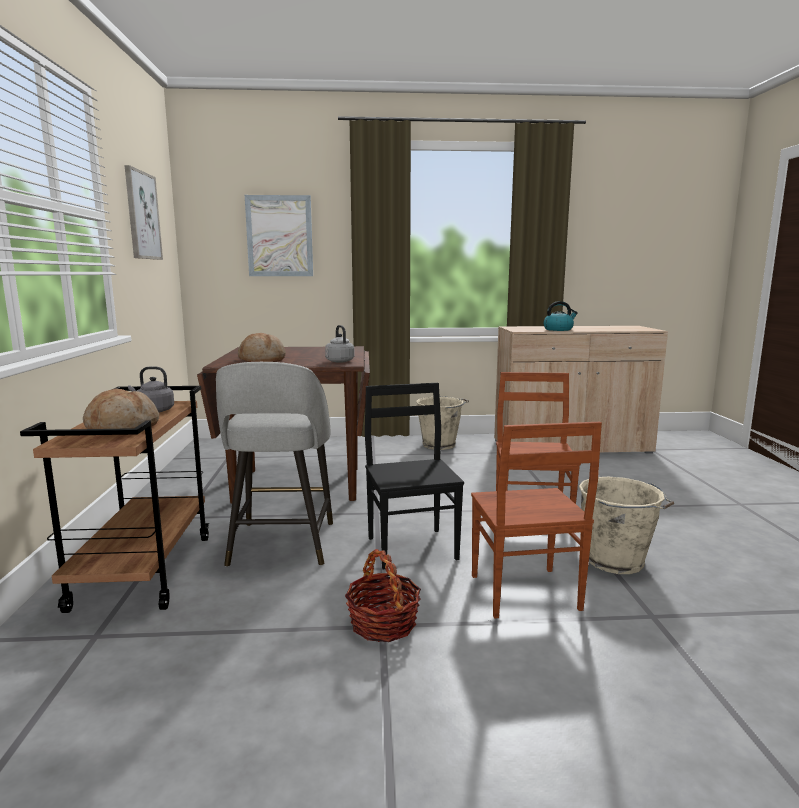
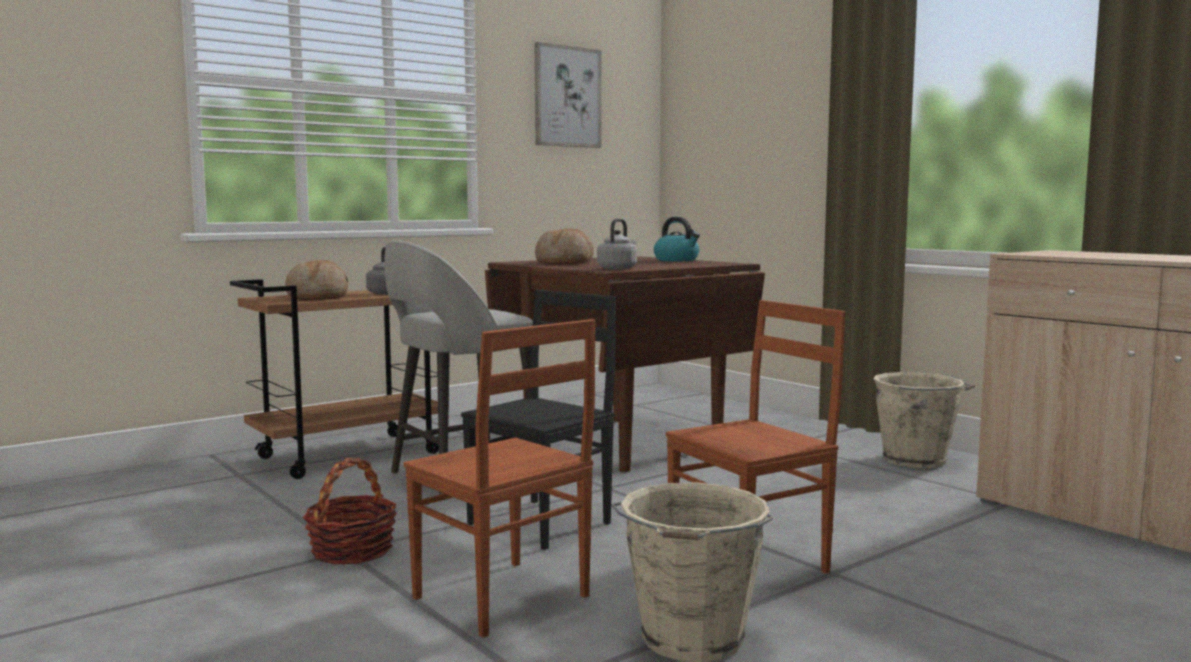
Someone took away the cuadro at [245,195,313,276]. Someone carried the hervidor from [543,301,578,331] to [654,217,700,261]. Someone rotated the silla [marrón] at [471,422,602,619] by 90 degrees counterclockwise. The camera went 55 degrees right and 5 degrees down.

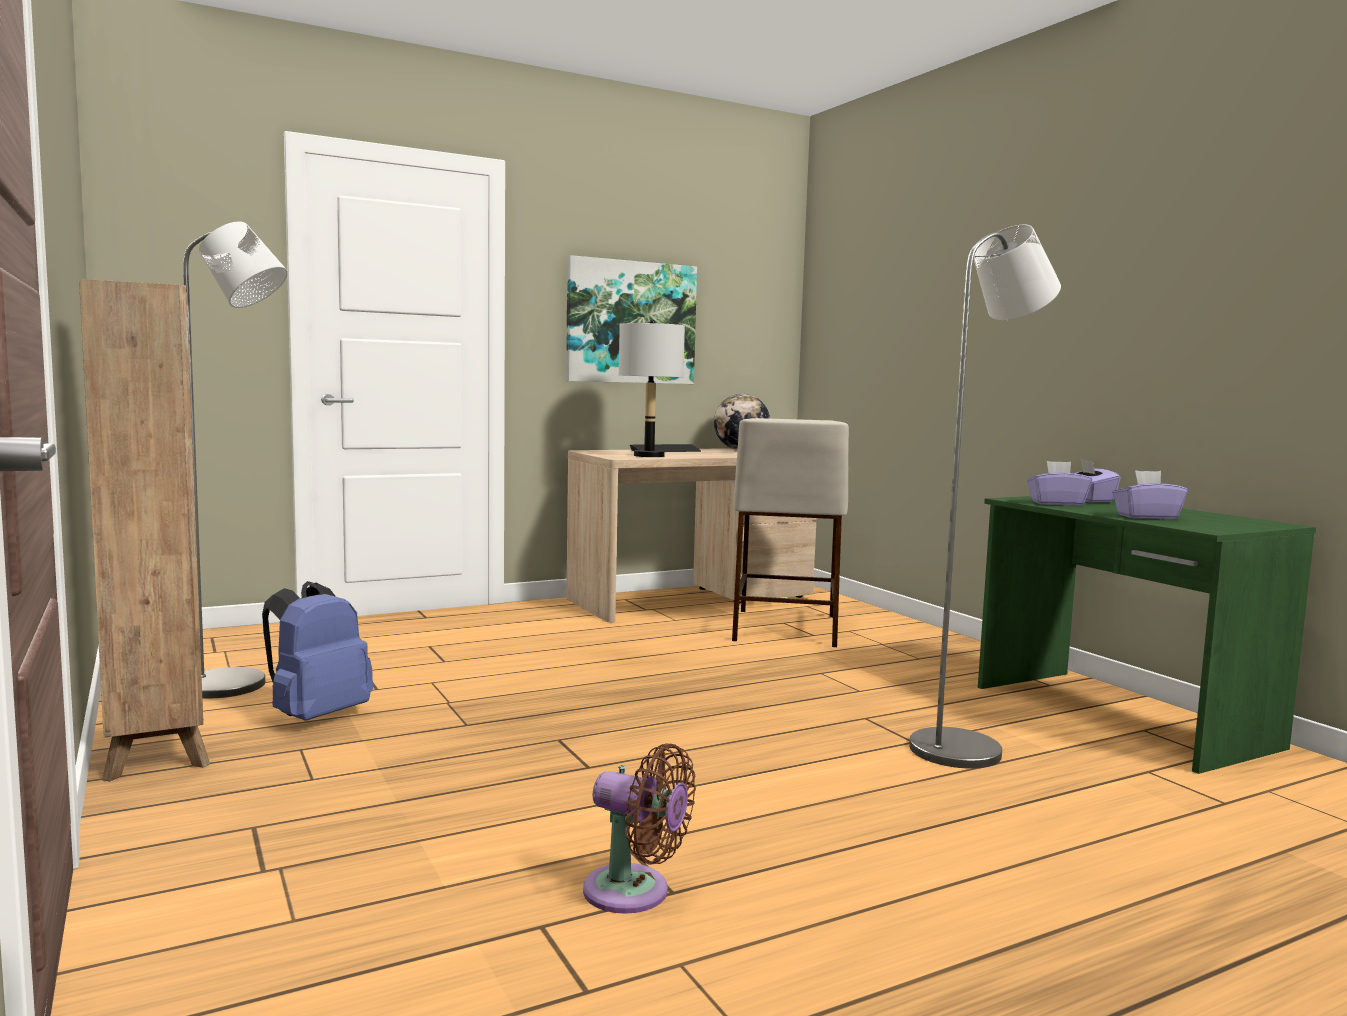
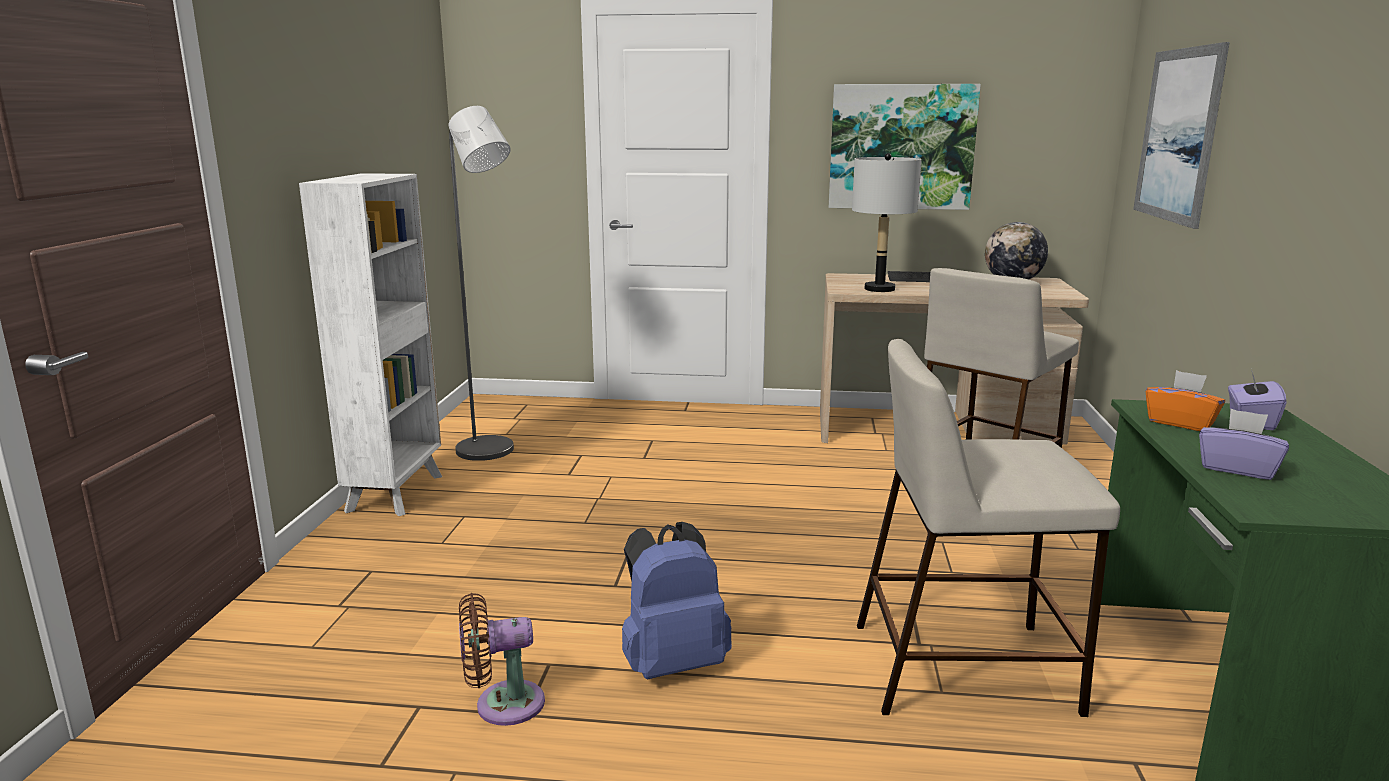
Someone put up the cuadro at [1133,42,1230,229]. Someone carried the mochila [azul] from [262,581,373,721] to [622,522,732,679]. Someone swapped the lámpara de pie [gris] at [909,225,1061,769] for the taburete [beis] at [857,339,1120,717]. Someone repainted the estantería [marrón] at [79,279,210,781], which became the estantería [blanco] at [299,173,442,516]. Someone repainted the caja de pañuelos [morado] at [1027,461,1092,506], which became the caja de pañuelos [naranja] at [1146,370,1225,431]. Someone rotated the ventilador [marrón] at [583,743,696,914] by 105 degrees clockwise. The camera went 35 degrees right and 10 degrees up.

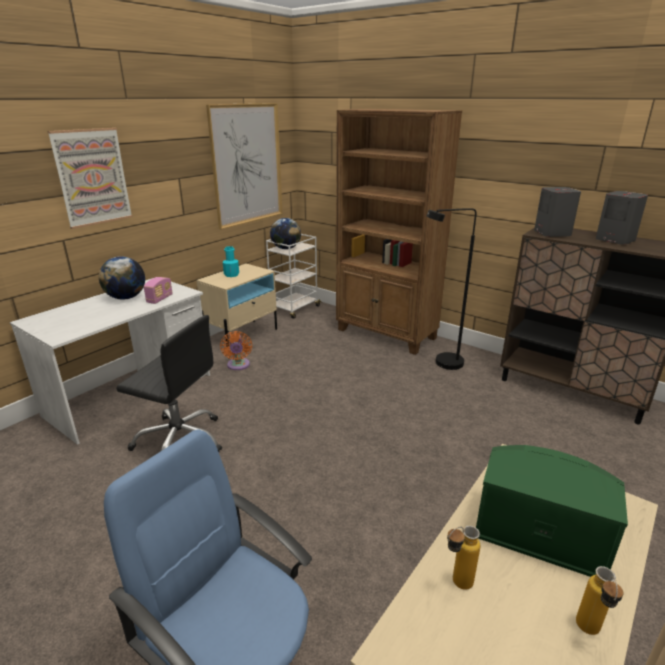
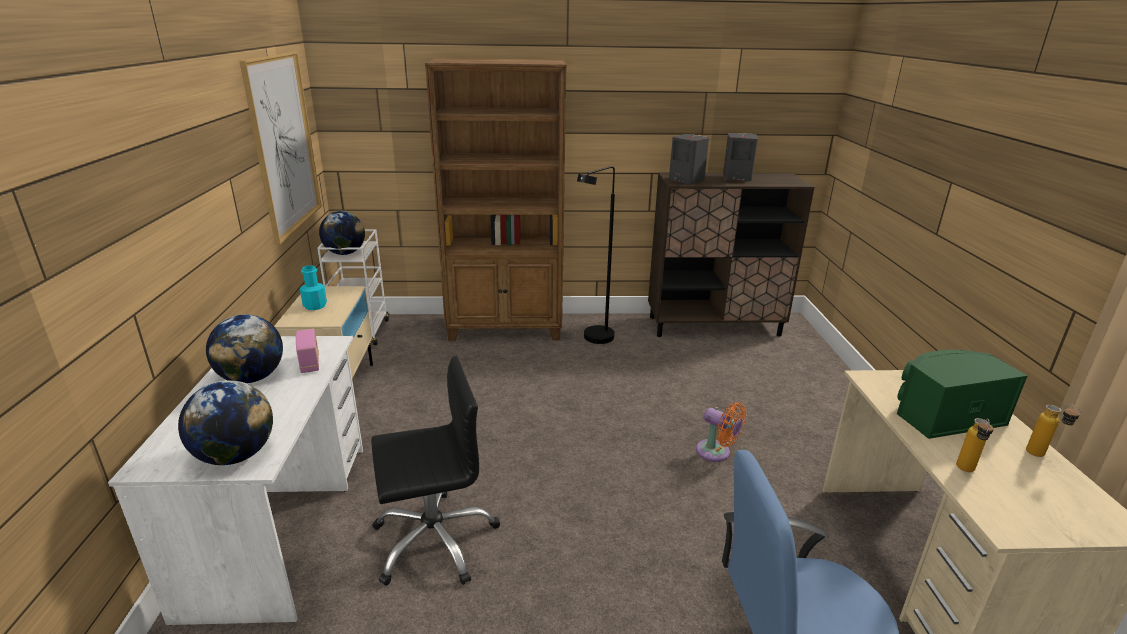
Someone took away the cuadro at [47,128,133,229]. Someone put down the globo terráqueo at [178,380,273,465]. Someone carried the ventilador [naranja] from [220,331,252,370] to [696,403,747,462]. The camera went 40 degrees left and 0 degrees up.

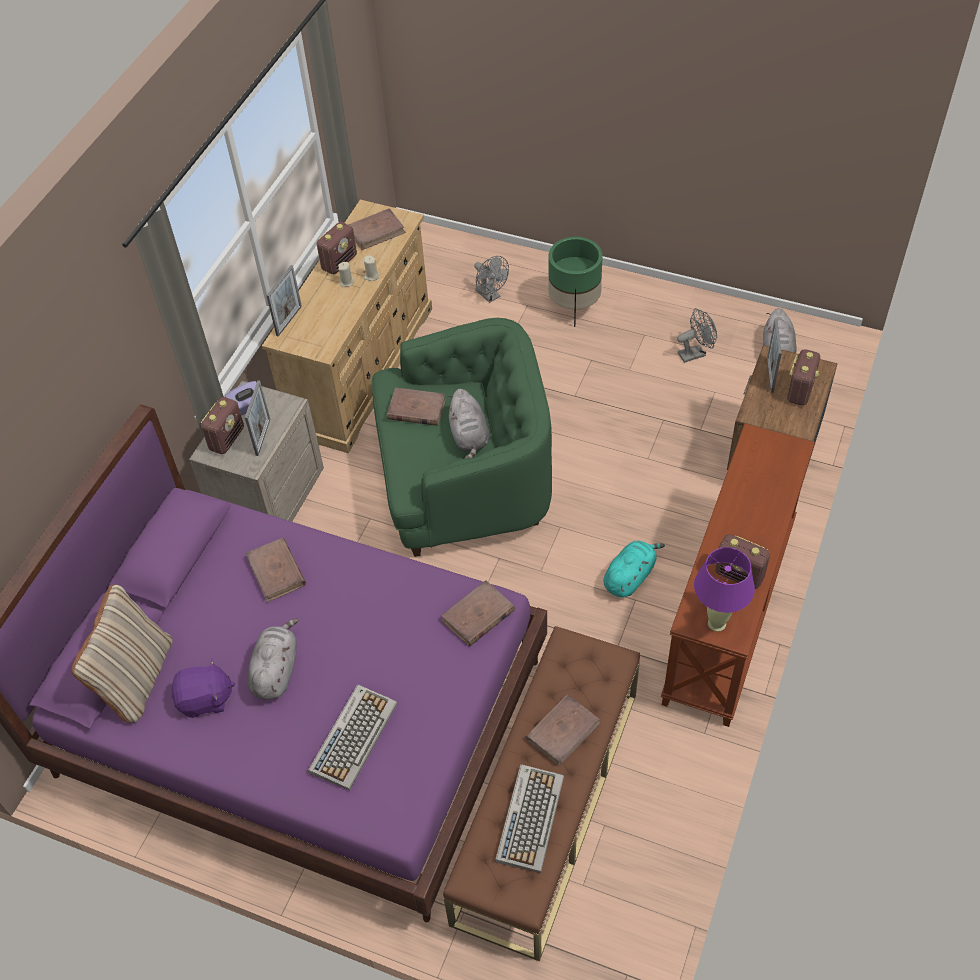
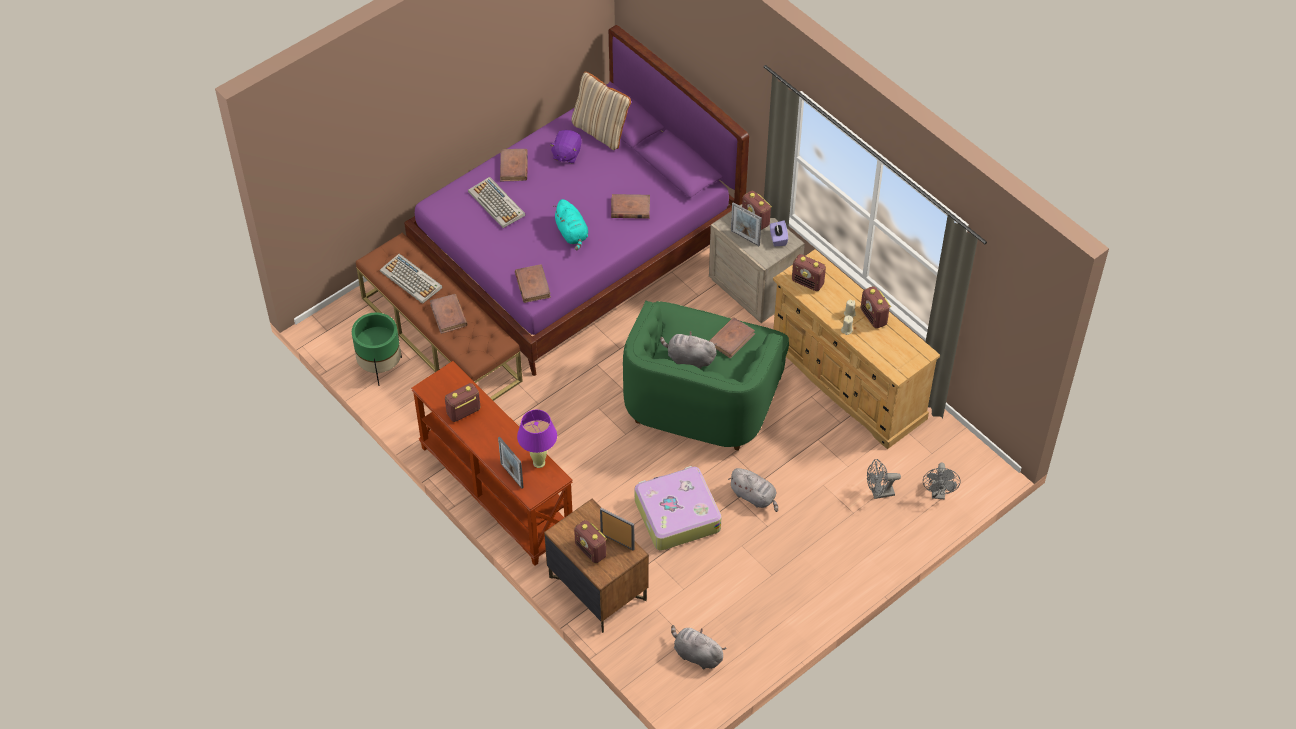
Someone put down the maleta at [635,466,722,551]. Someone put down the radio at [792,254,826,291]. Someone carried the peluche [gris] from [248,618,298,700] to [728,468,778,512]. Someone carried the portarretratos from [266,265,302,336] to [498,437,524,489]. Someone carried the libro [marrón] from [348,208,406,250] to [500,149,528,181]. Someone carried the maceta [verde] from [548,237,603,327] to [352,313,402,386]. Someone carried the peluche [turquesa] from [604,540,665,598] to [553,199,588,250]. Someone carried the ventilador [gris] from [677,308,717,363] to [923,462,960,499]. Someone carried the lámpara de mesa [morado] from [694,547,755,632] to [517,410,557,468]. The camera went 115 degrees right and 0 degrees up.

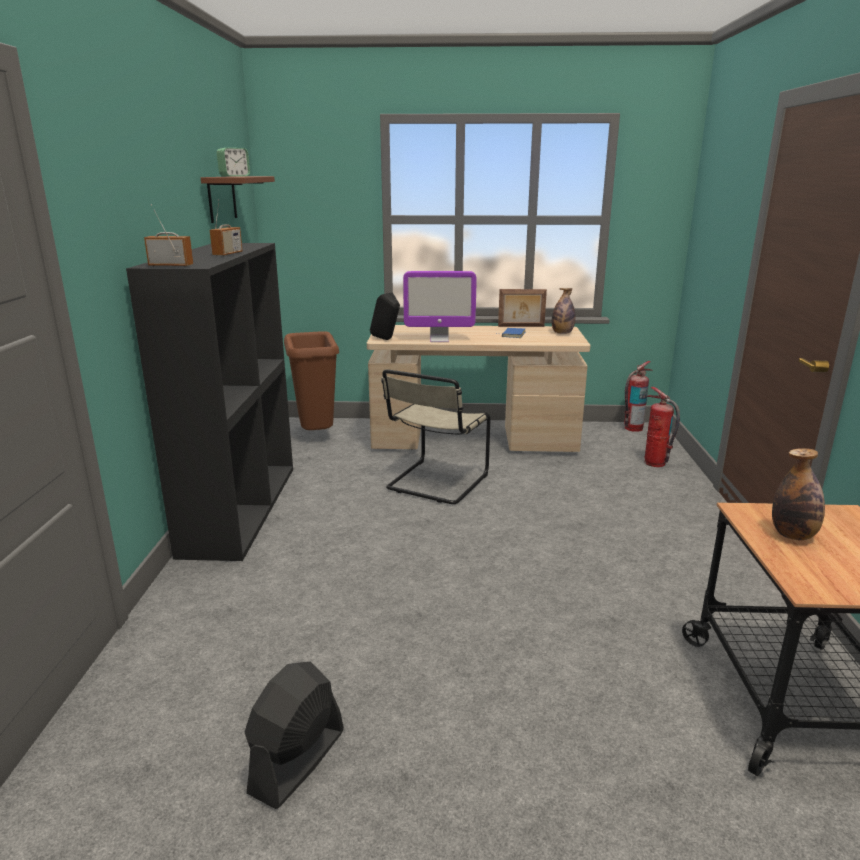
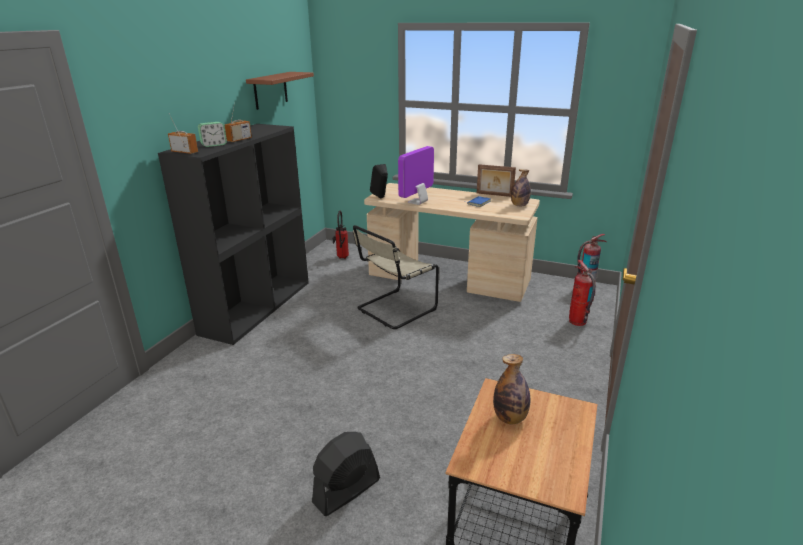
Someone carried the despertador from [217,148,250,177] to [198,122,227,147]. Someone carried the ventilador [negro] from [245,661,344,809] to [312,432,380,516]. Someone swapped the papelera [marrón] at [284,331,339,430] for the extintor at [333,211,349,259]. Someone rotated the monitor at [403,271,477,342] by 105 degrees clockwise. The camera went 20 degrees right and 5 degrees up.

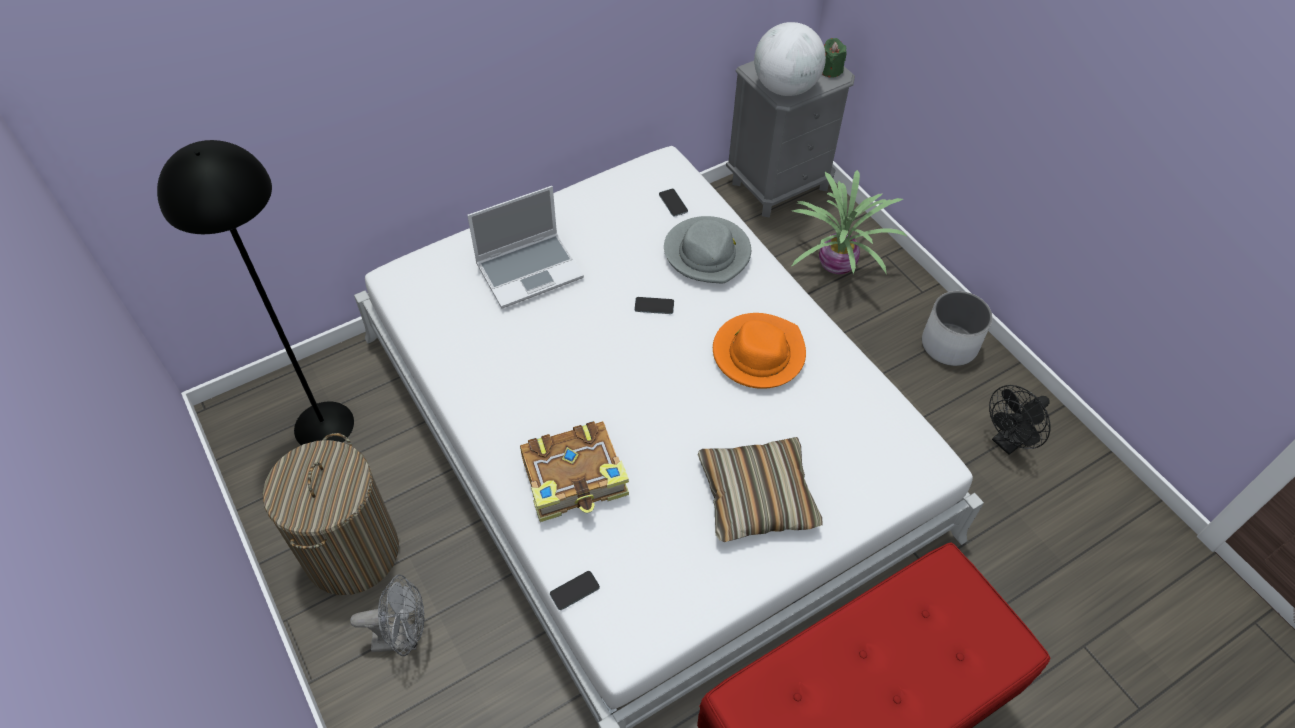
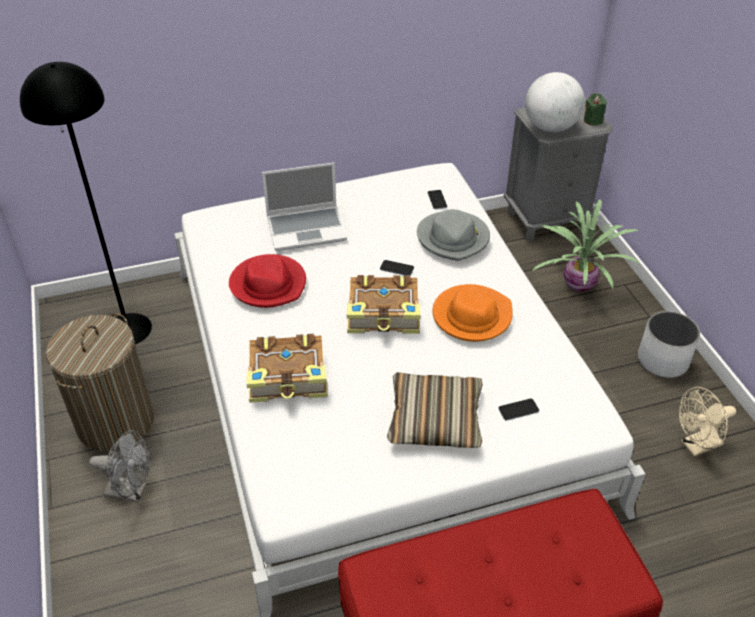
Someone put down the sombrero [rojo] at [229,254,306,308]. Someone put down the libro at [347,275,421,334]. Someone carried the móvil from [550,571,600,610] to [498,398,539,420]. Someone repainted the ventilador [negro] at [989,385,1050,455], which became the ventilador [beis] at [679,387,736,456]. The camera went 15 degrees right and 10 degrees down.

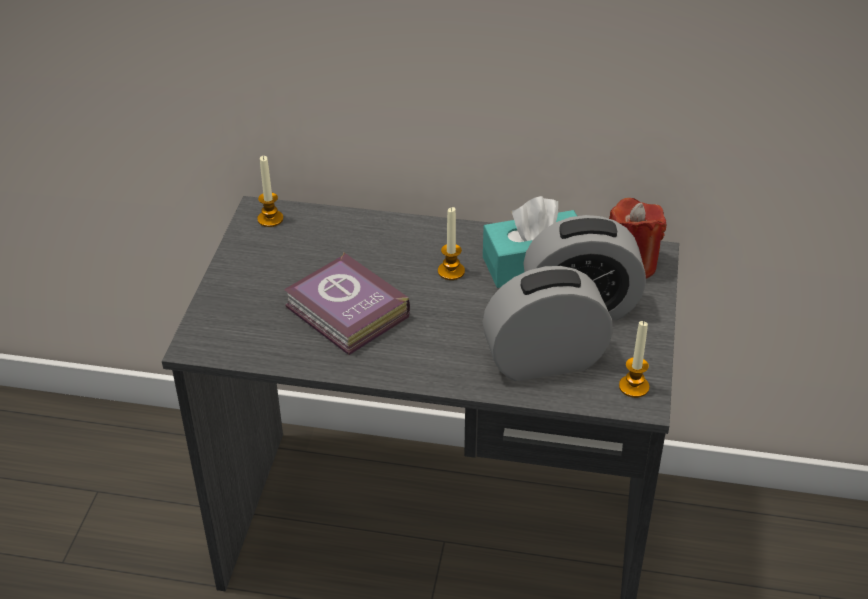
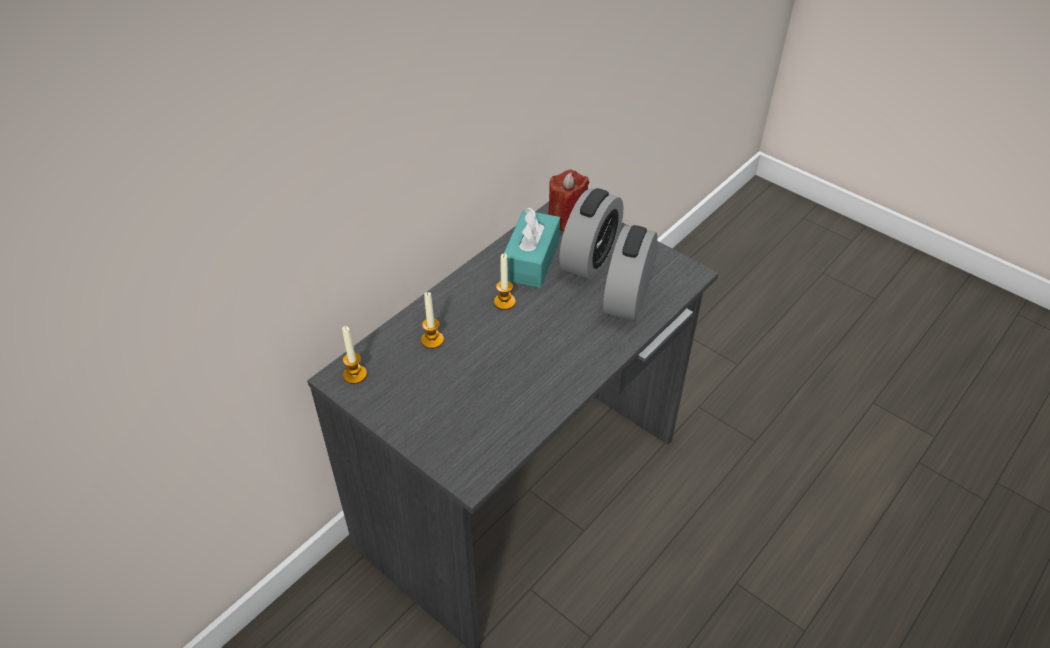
Someone took away the libro at [284,253,410,355]. Someone carried the vela from [619,321,650,398] to [421,292,444,349]. The camera went 60 degrees left and 5 degrees up.

